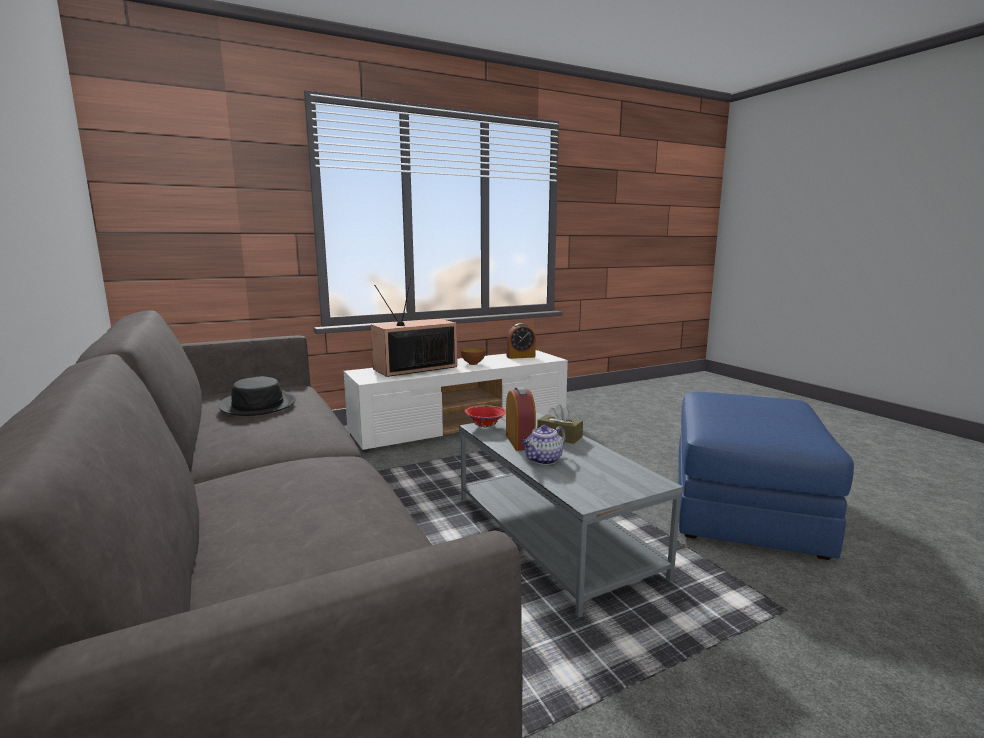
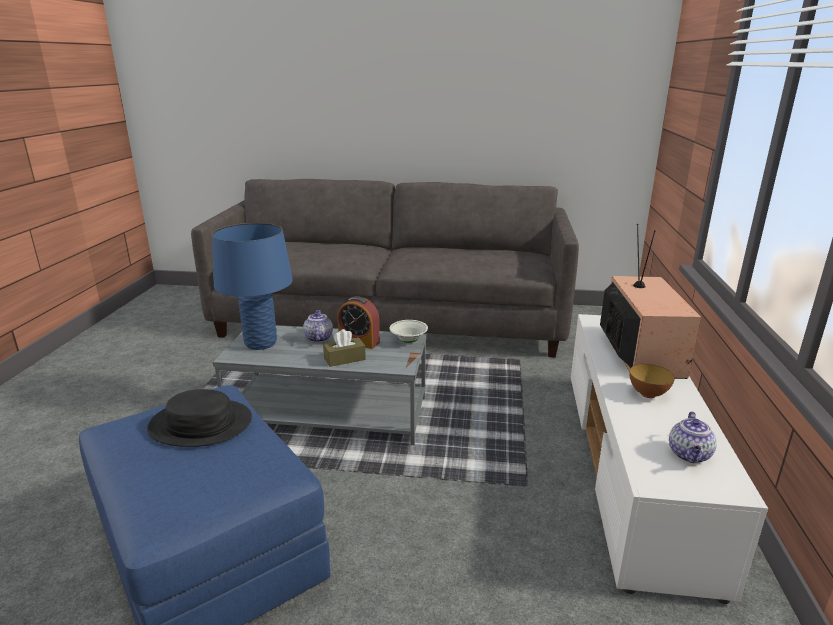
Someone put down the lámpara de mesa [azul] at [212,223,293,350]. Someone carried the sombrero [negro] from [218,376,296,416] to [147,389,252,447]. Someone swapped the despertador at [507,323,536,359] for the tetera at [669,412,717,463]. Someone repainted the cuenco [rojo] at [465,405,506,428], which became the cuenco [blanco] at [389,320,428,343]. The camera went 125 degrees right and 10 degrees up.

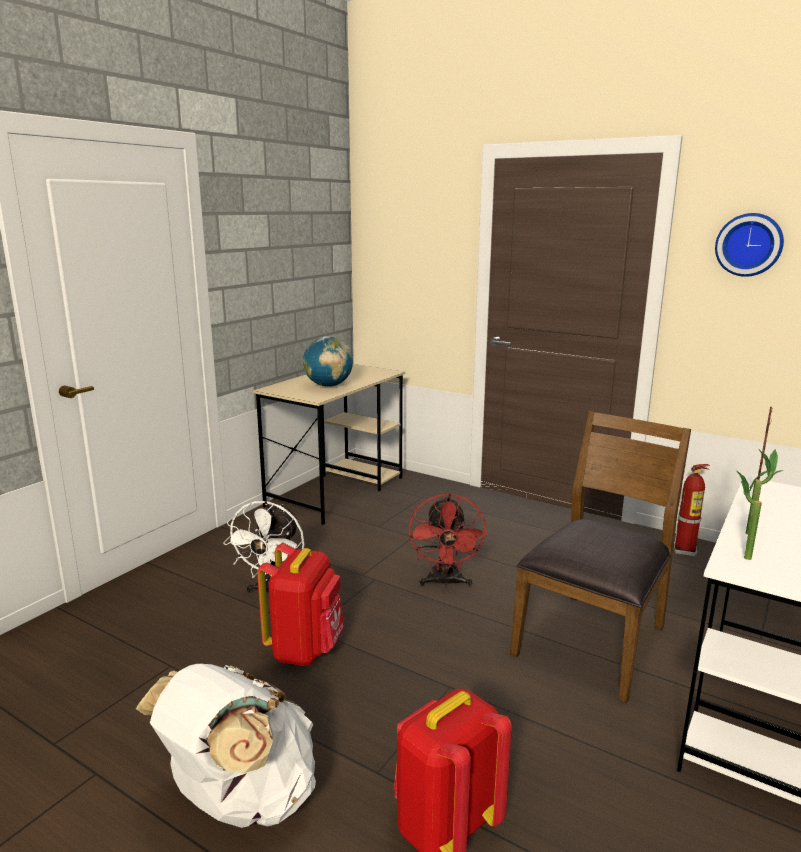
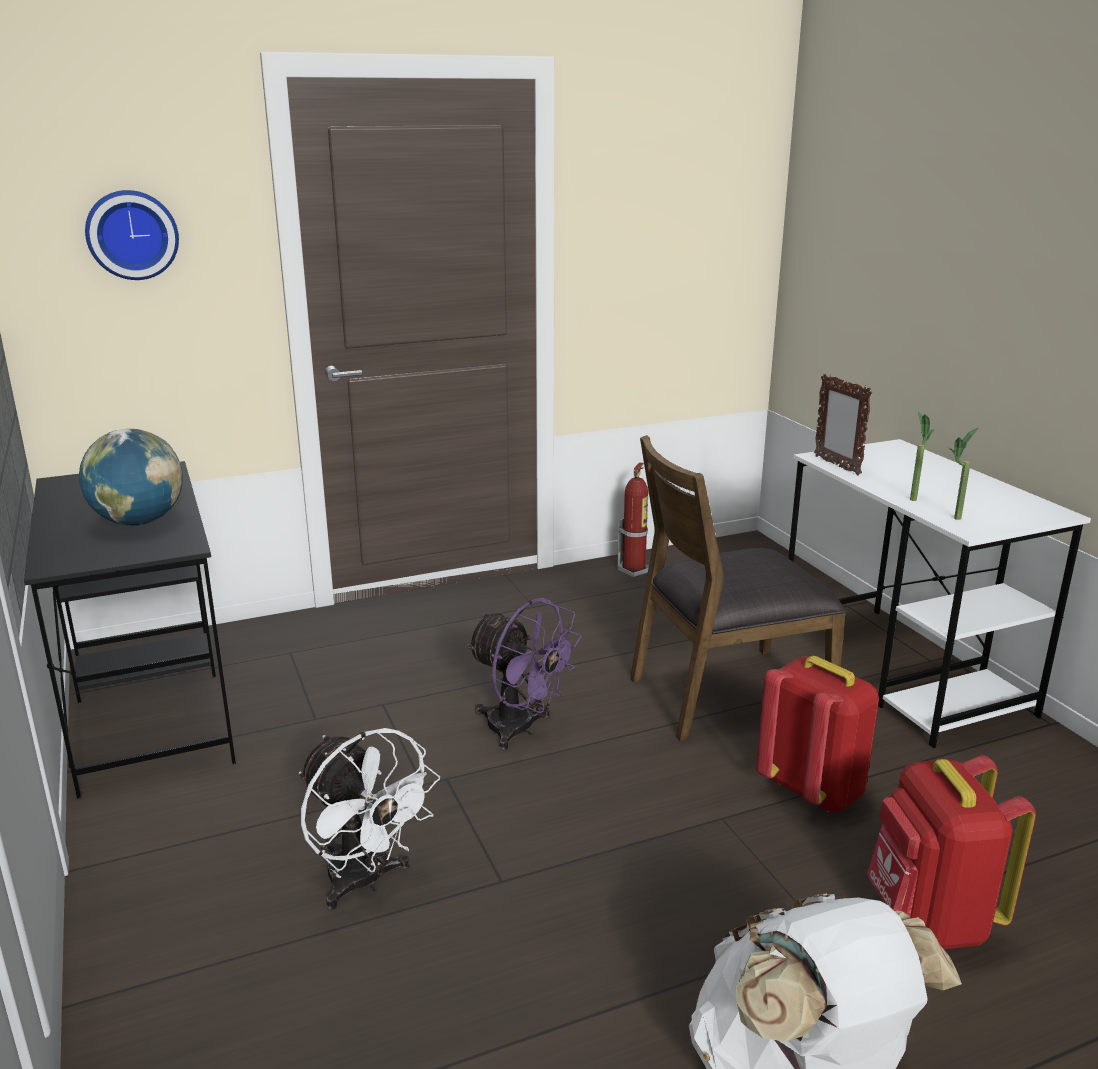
Someone carried the mochila [rojo] from [257,543,345,666] to [756,656,879,812]. Someone carried the reloj de pared from [715,213,784,277] to [85,190,179,280]. Someone repainted the escritorio [beis] at [253,364,405,525], which became the escritorio [negro] at [24,461,236,799]. Someone repainted the ventilador [rojo] at [409,493,487,588], which became the ventilador [morado] at [466,598,582,750]. Someone rotated the silla [marrón] at [510,411,691,703] by 90 degrees counterclockwise. The camera went 55 degrees left and 5 degrees up.

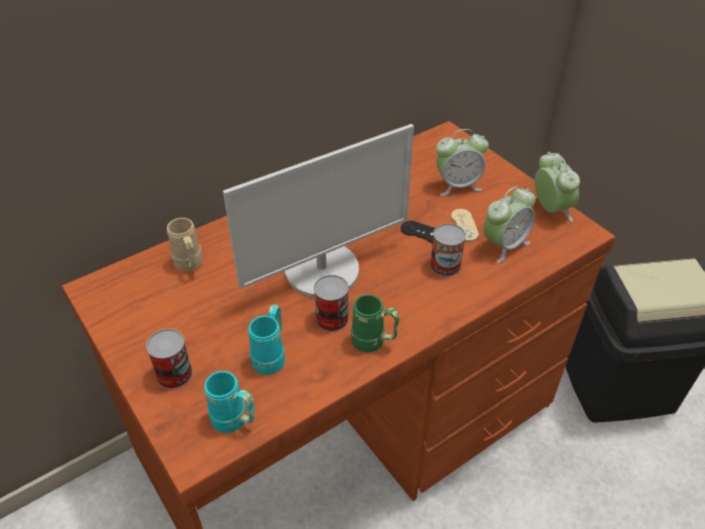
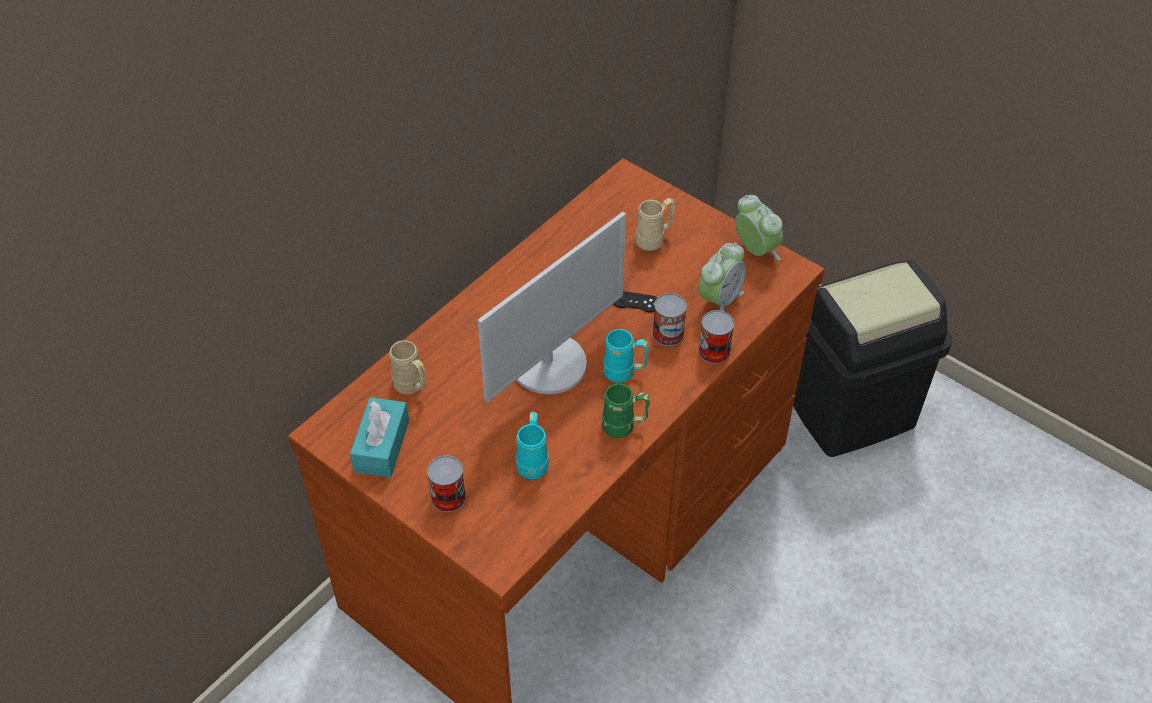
Someone took away the mando de consola [beis] at [451,209,479,241]. Someone put down the caja de pañuelos [turquesa] at [350,397,409,478]. Someone carried the taza grande [turquesa] from [204,371,255,433] to [603,329,649,383]. Someone carried the lata from [314,275,349,332] to [699,310,734,364]. Someone swapped the despertador at [436,129,489,196] for the taza grande [beis] at [636,198,675,251]. The camera went 15 degrees left and 5 degrees up.

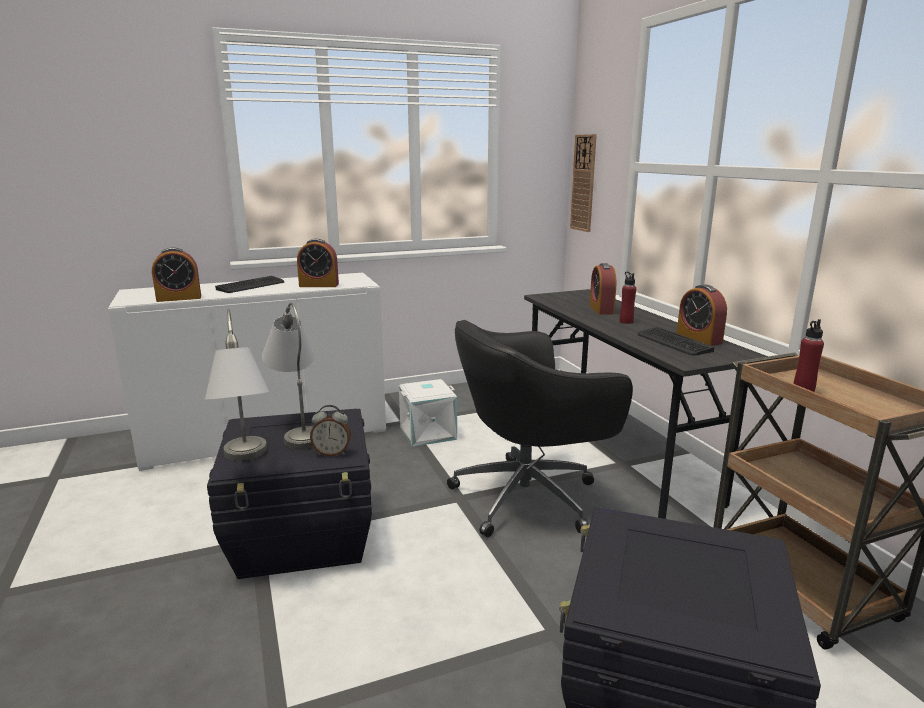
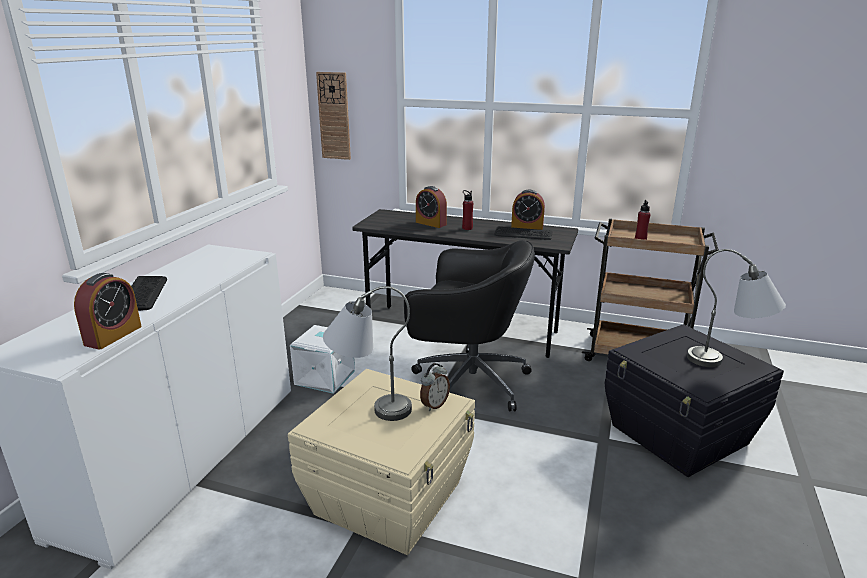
Someone took away the despertador at [297,239,339,287]. Someone carried the lámpara de mesa [gris] from [205,309,269,461] to [687,249,786,367]. Someone repainted the caja de almacenaje [negro] at [207,409,372,579], which became the caja de almacenaje [beis] at [288,369,475,555]. Someone rotated the silla de oficina [negro] at [447,320,633,537] by 90 degrees counterclockwise. The camera went 50 degrees left and 5 degrees up.

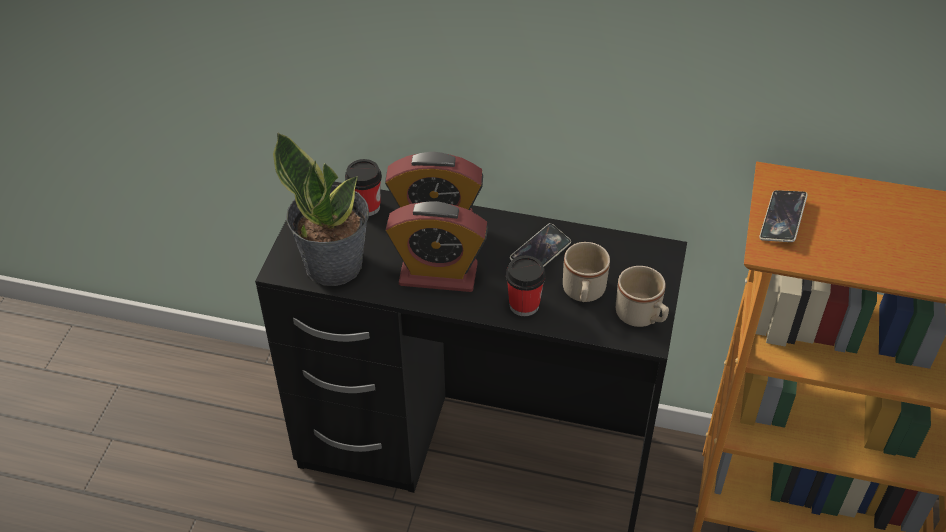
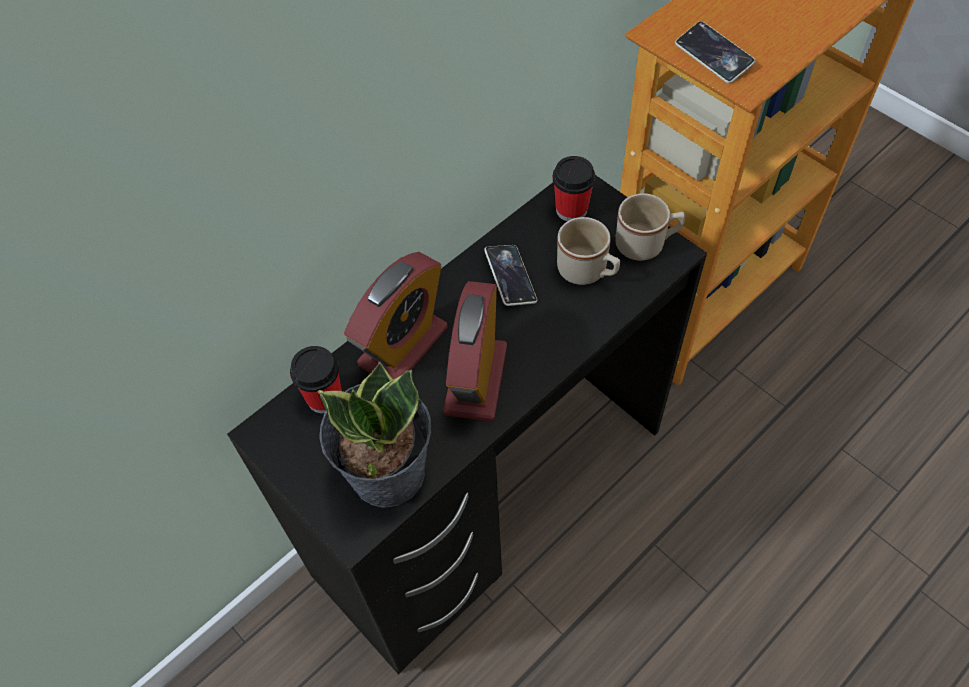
Someone carried the taza from [506,256,546,316] to [553,156,595,221]. Someone rotated the despertador at [385,201,488,292] by 150 degrees clockwise. The camera went 55 degrees left and 10 degrees up.

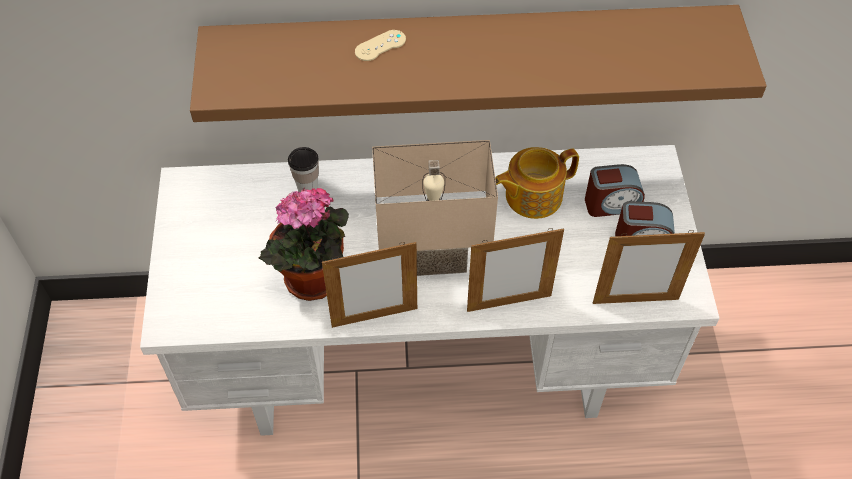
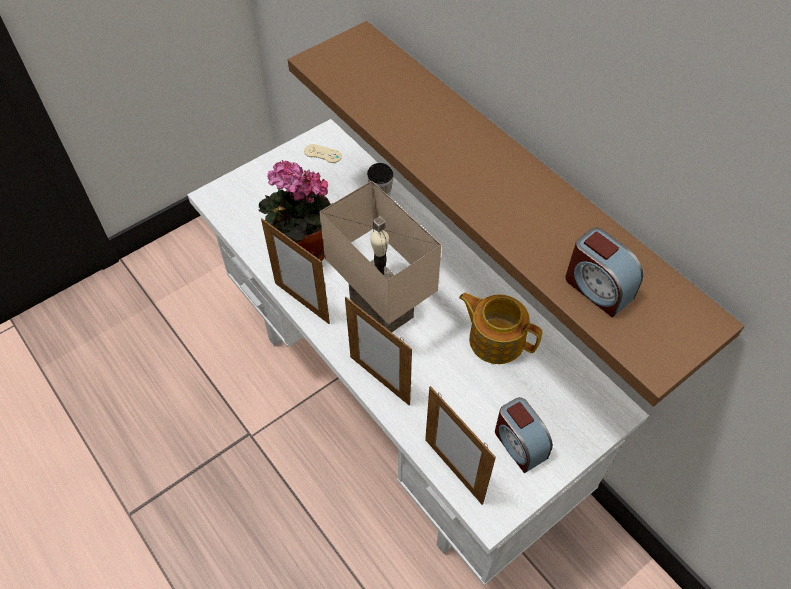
Someone carried the mando de consola [beis] from [355,30,406,61] to [304,144,342,163]. Someone carried the despertador from [585,164,645,217] to [565,227,643,318]. The camera went 55 degrees right and 0 degrees up.

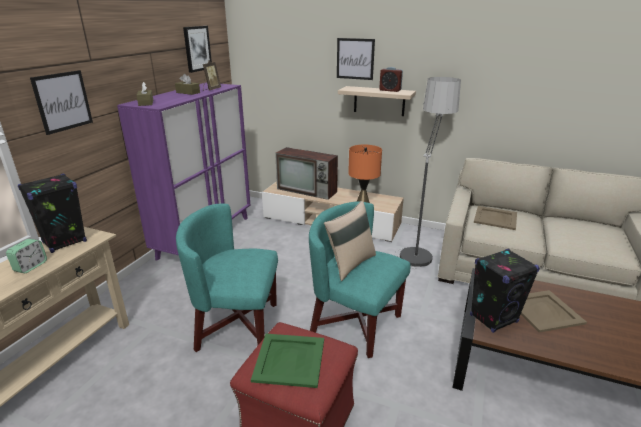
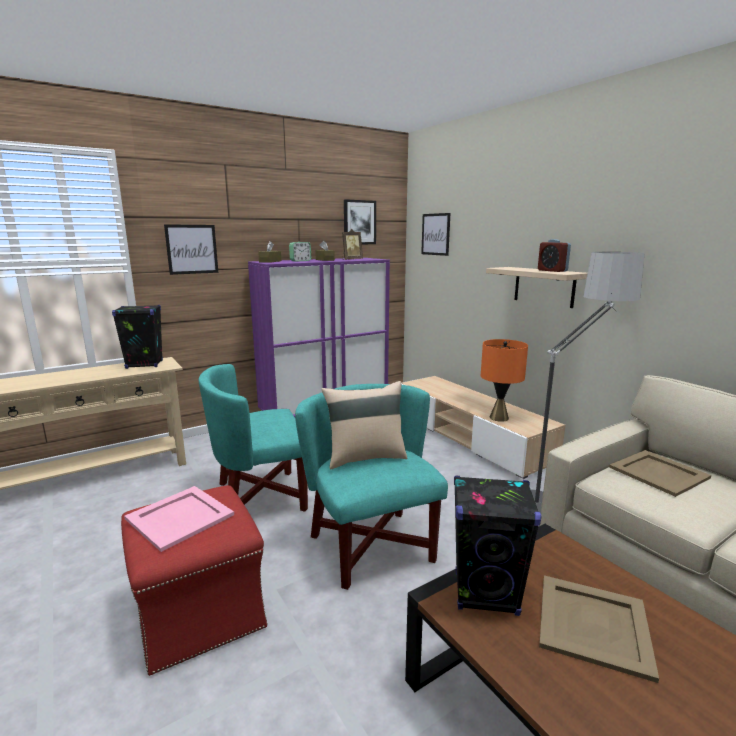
Someone took away the televisor at [275,147,338,200]. Someone carried the despertador from [6,239,47,273] to [289,242,311,262]. Someone carried the cuadro from [337,38,375,80] to [421,213,450,256]. Someone repainted the bandeja [verde] at [251,334,324,388], which became the bandeja [rosa] at [124,486,234,552]. Someone rotated the sillón [turquesa] at [176,204,278,352] by 60 degrees counterclockwise. The camera went 35 degrees right and 10 degrees down.

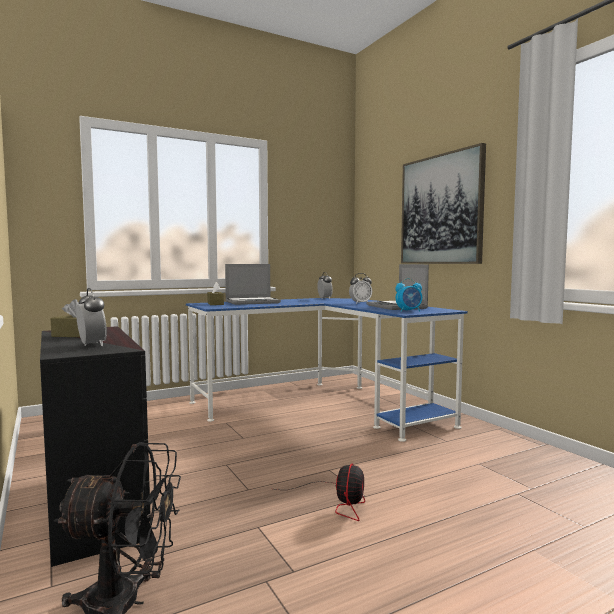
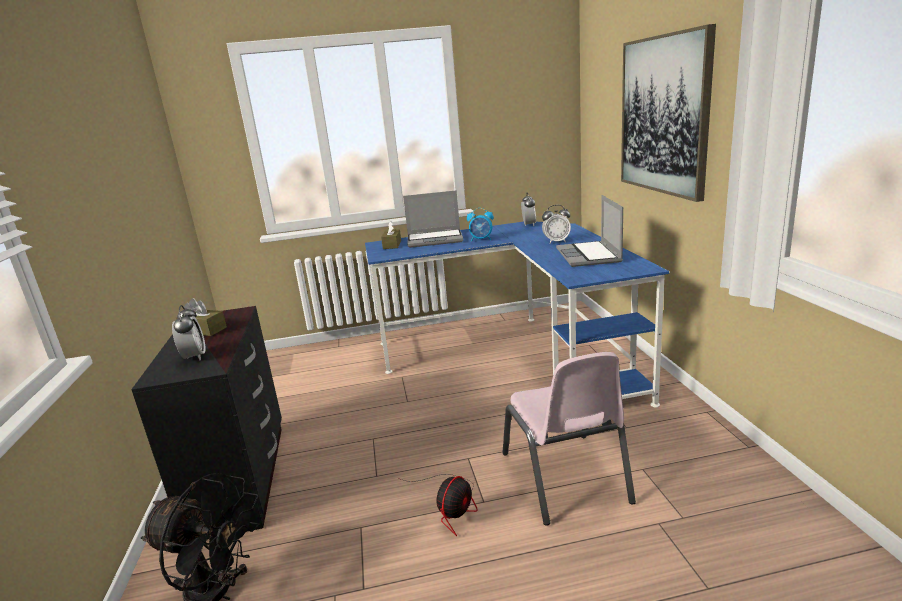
Someone put down the silla [rosa] at [502,352,636,526]. Someone carried the despertador from [395,278,422,312] to [467,208,494,242]. The camera went 20 degrees right and 15 degrees up.

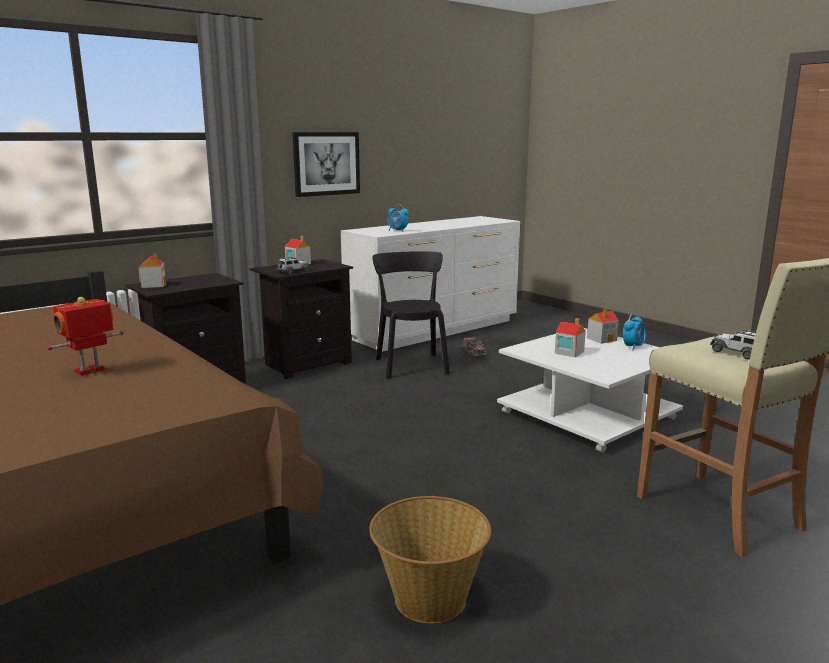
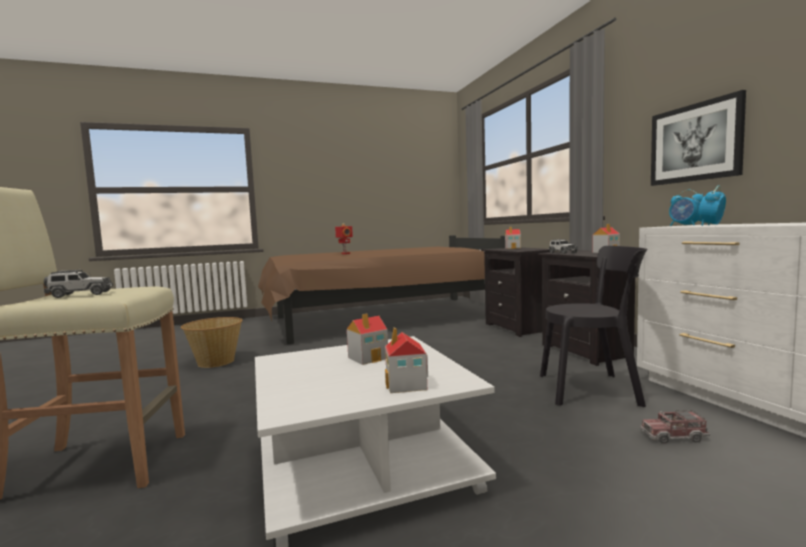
Someone carried the despertador from [623,313,646,350] to [669,190,704,226]. The camera went 110 degrees right and 10 degrees down.

